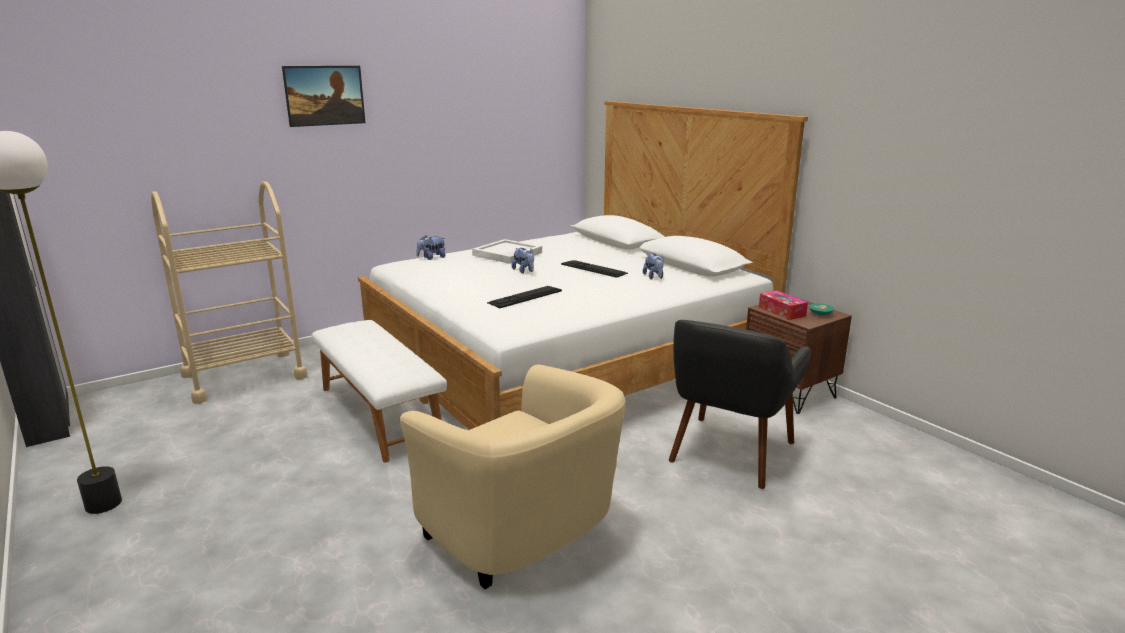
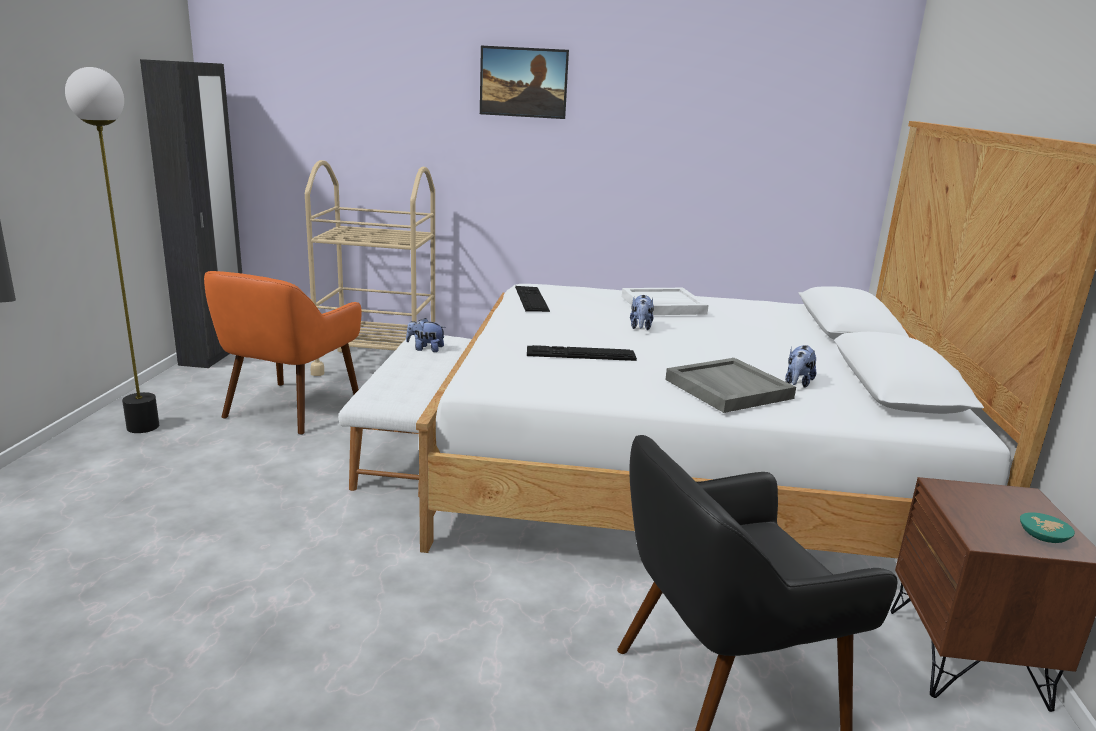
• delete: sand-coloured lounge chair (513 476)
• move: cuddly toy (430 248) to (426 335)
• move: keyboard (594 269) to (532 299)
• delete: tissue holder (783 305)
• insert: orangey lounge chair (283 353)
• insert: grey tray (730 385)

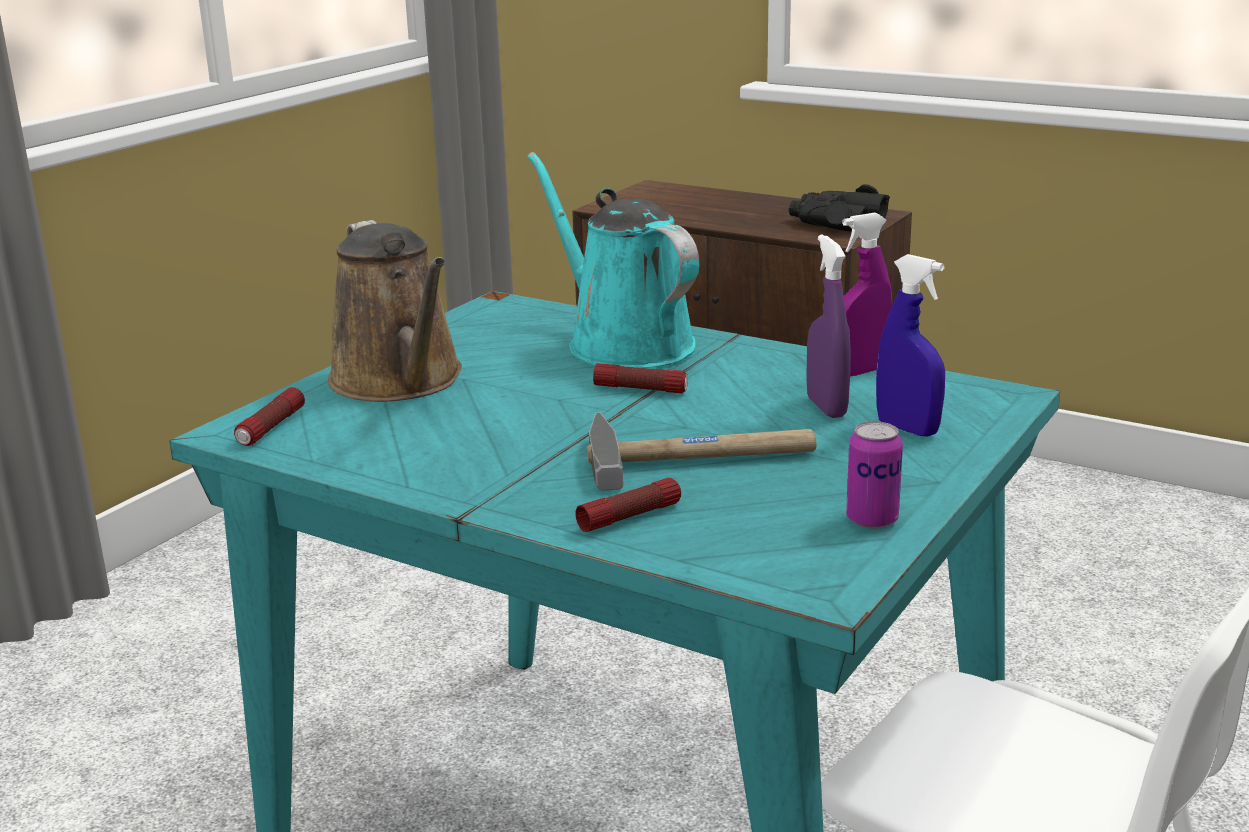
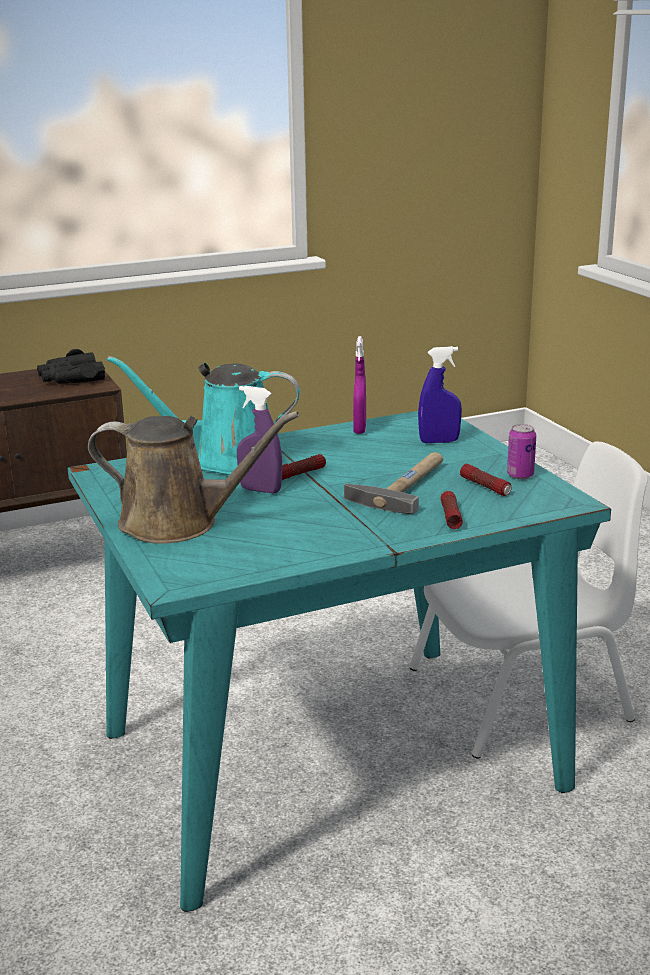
• move: flashlight (269 416) to (486 480)
• move: purplish spray bottle (828 326) to (259 439)

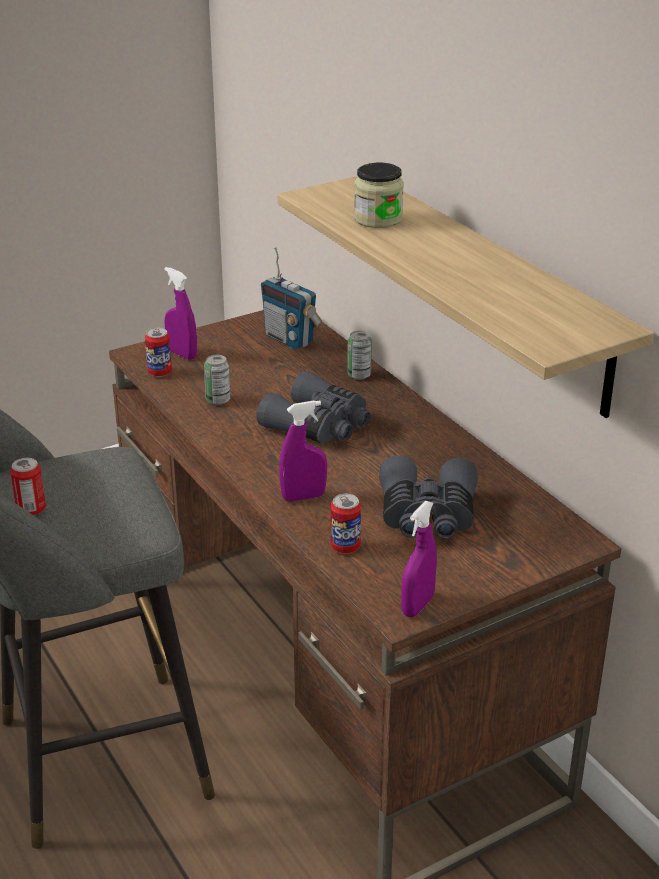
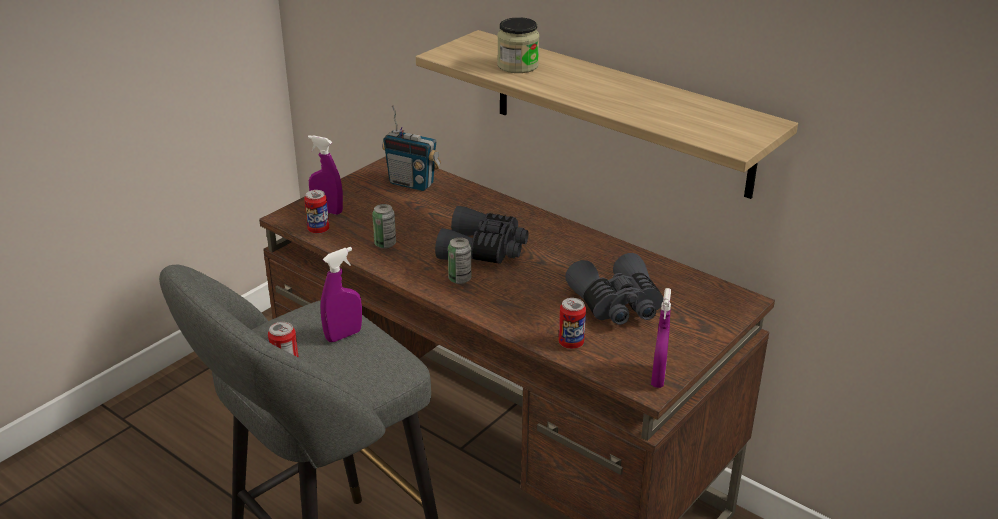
• move: purplish spray bottle (303 451) to (341 294)
• move: can (359 355) to (459 260)

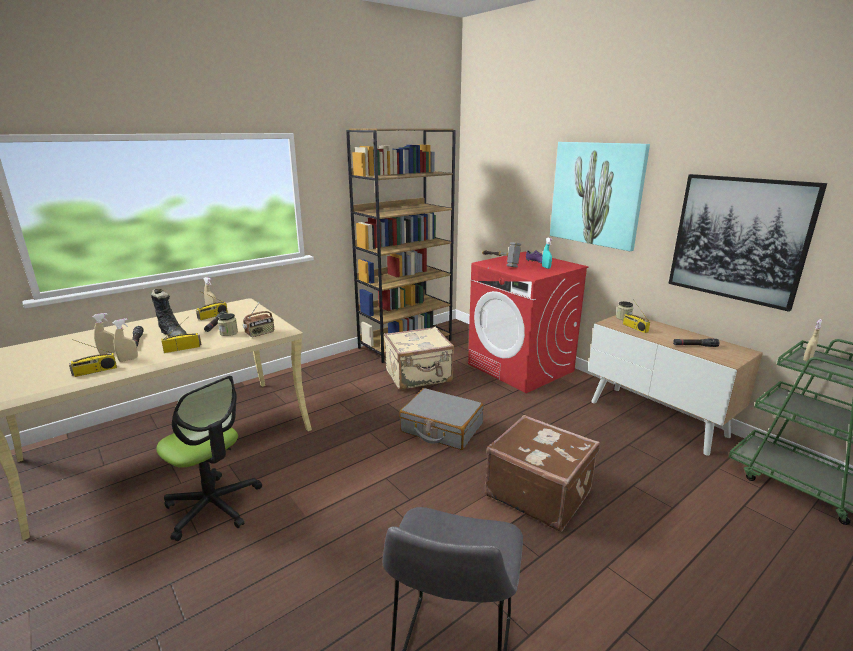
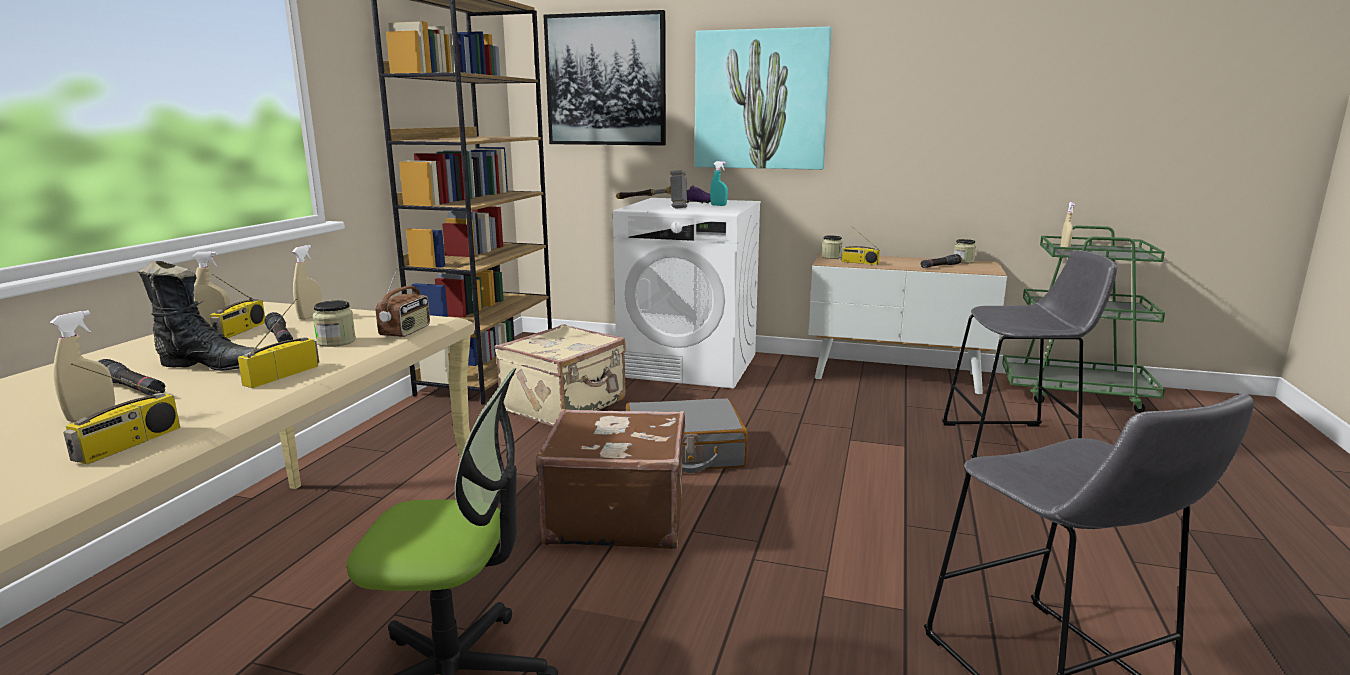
• move: sand-coloured spray bottle (125 340) to (307 282)
• recolor: red washing machine (528 322) to white washing machine (687 293)
• move: brown-coloured travel case (542 473) to (610 479)
• move: picture (747 243) to (604 78)
• insert: grey stool (1029 354)
• insert: storage jar (965 251)

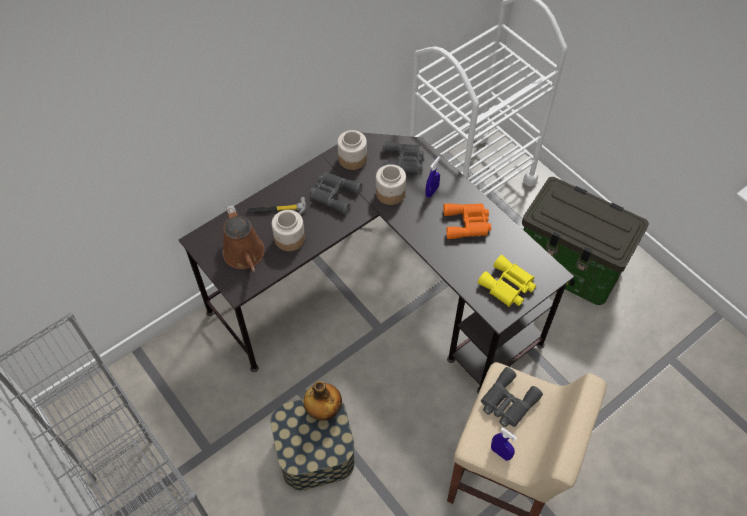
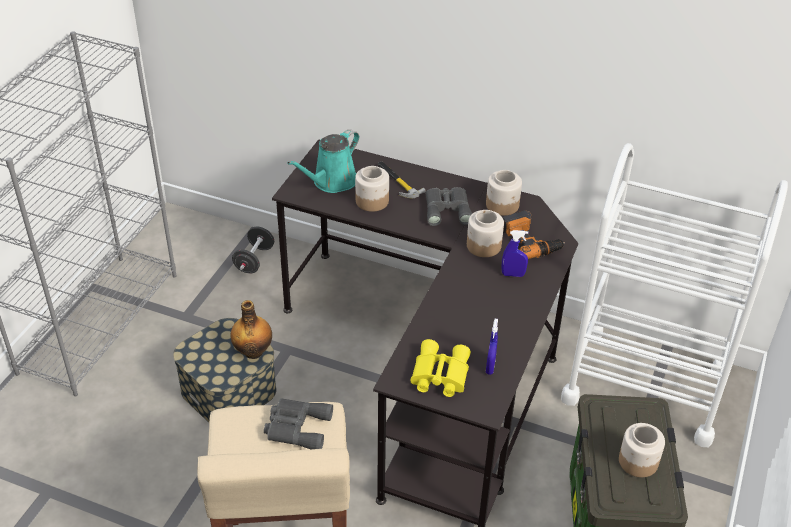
• recolor: brown-coloured sprinkling can (244 238) to turquoise sprinkling can (323 161)
• replace: grey binoculars (402 158) to electric drill (534 234)
• delete: orangey binoculars (467 221)
• move: blue-coloured spray bottle (504 444) to (492 347)
• insert: black dumbbell (253 250)
• insert: storage jar (642 450)

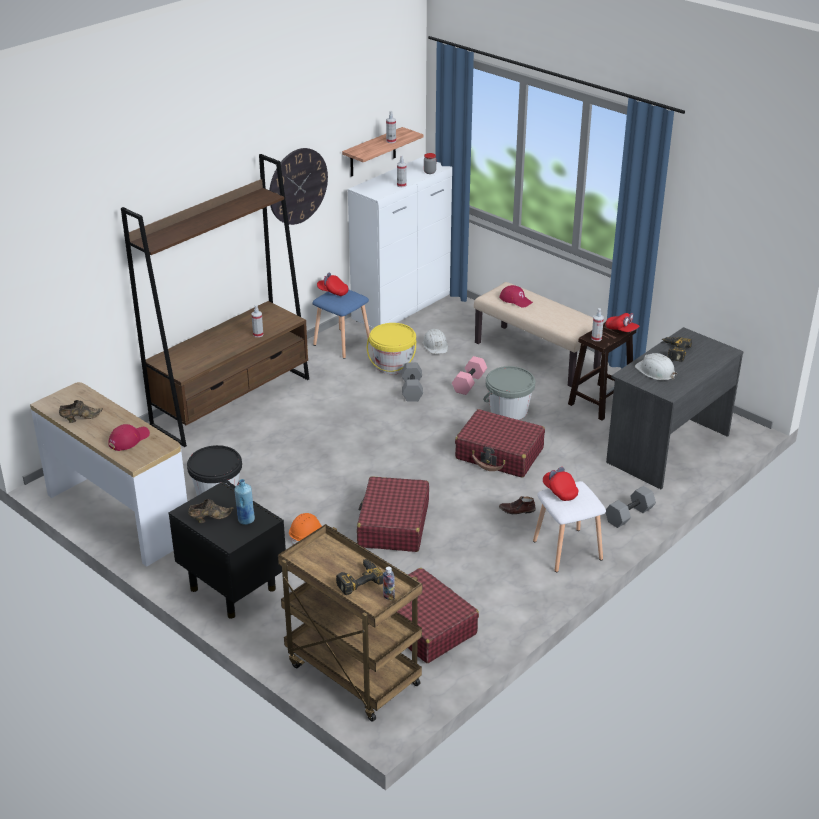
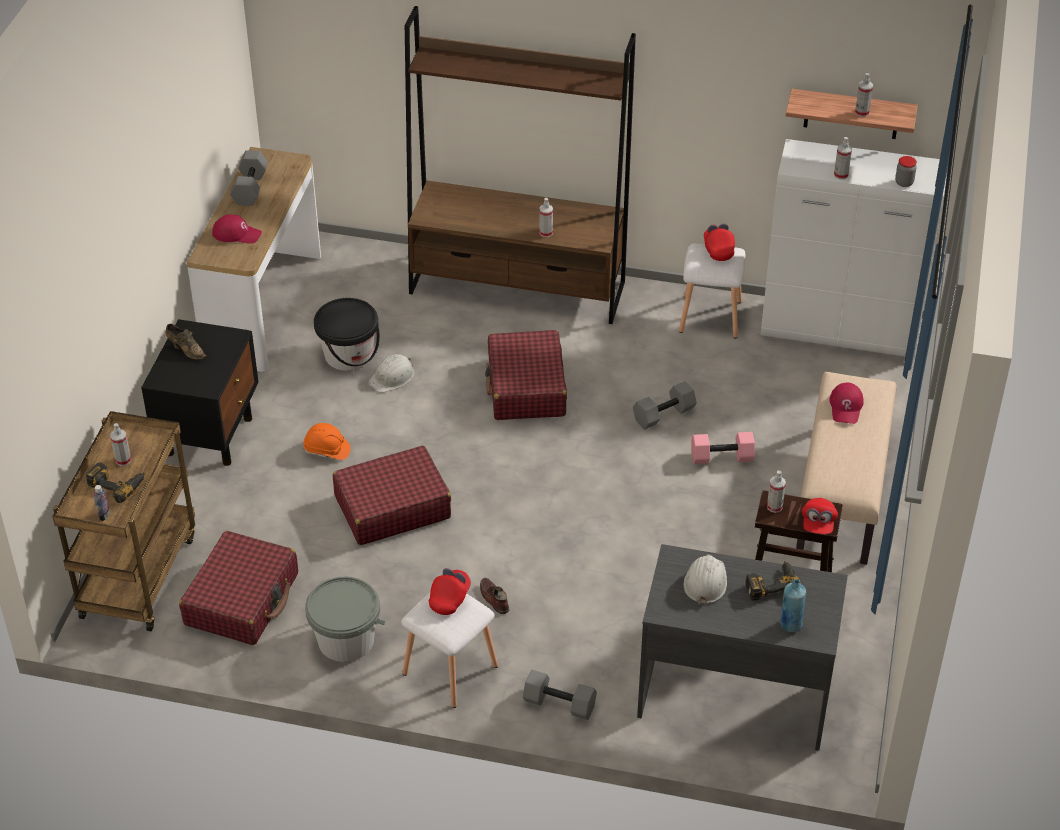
• replace: brown-coloured item of footwear (81 411) to grey dumbbell (249 178)
• move: blue-coloured beverage bottle (244 502) to (793 605)
• delete: clock on the wall (298 186)
• recolor: blue-coloured stool (341 324) to white stool (712 291)
• delete: yellowish water bucket (391 348)
• move: white safety helmet (435 341) to (391 373)
• move: red travel case (500 443) to (526 375)
• move: grey water bucket (509 393) to (345 619)
• insert: spray bottle (120 444)

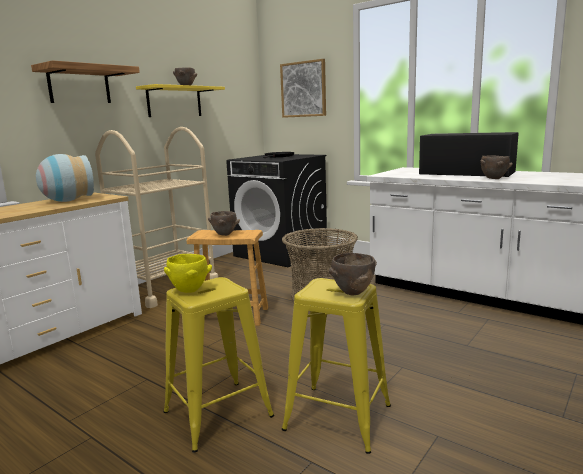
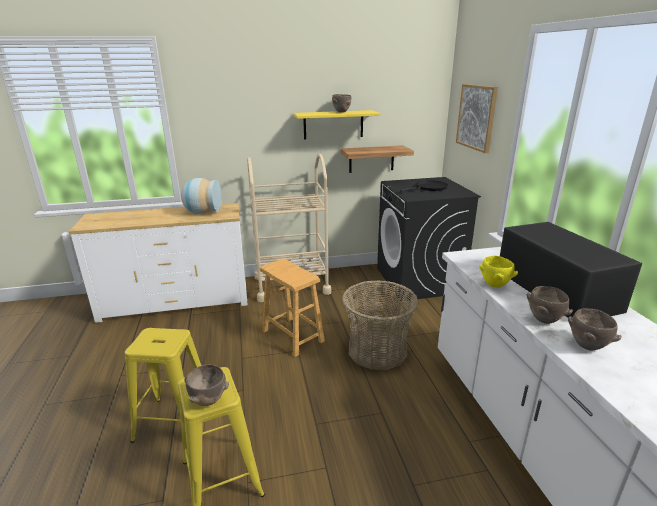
• move: shelf (85 81) to (377 159)
• move: yellowish serving bowl (188 273) to (498 272)
• move: brown-coloured serving bowl (224 223) to (595 330)

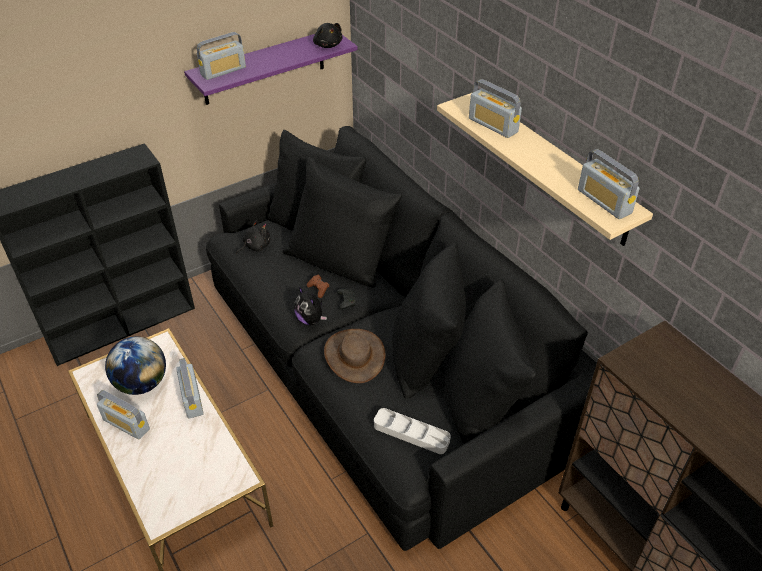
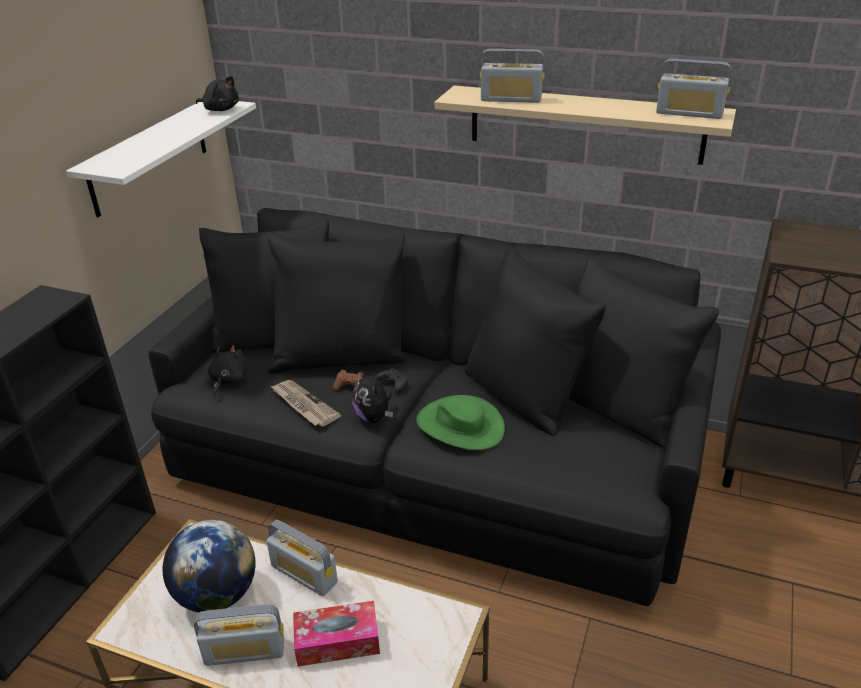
• recolor: purplish shelf (271 69) to white shelf (161 159)
• delete: radio set (221 56)
• rotate: cuddly toy (310 306) = (372 396) 45 degrees clockwise
• recolor: brown-coloured clothing hat (354 356) to greenish clothing hat (460 422)
• delete: grey tray (412 431)
• insert: newspaper (305 403)
• insert: tissue holder (336 634)

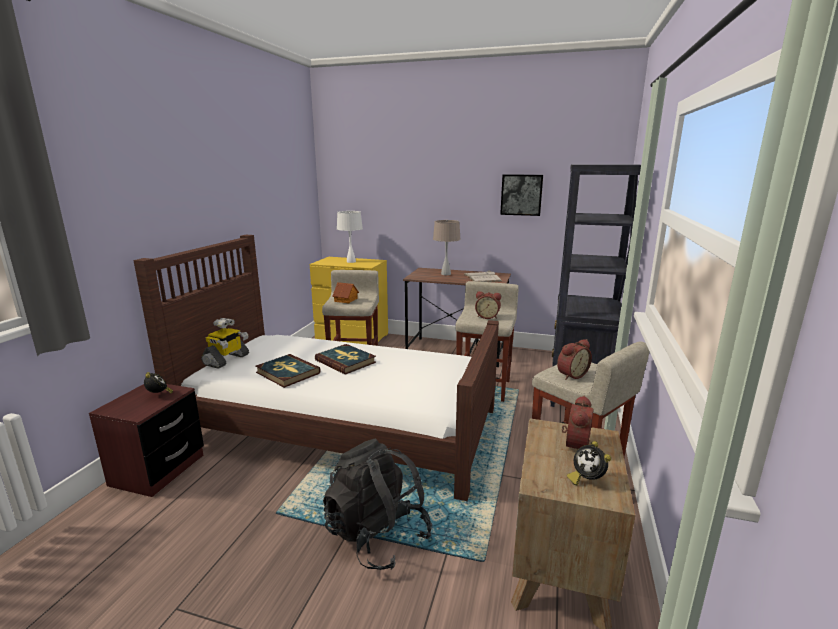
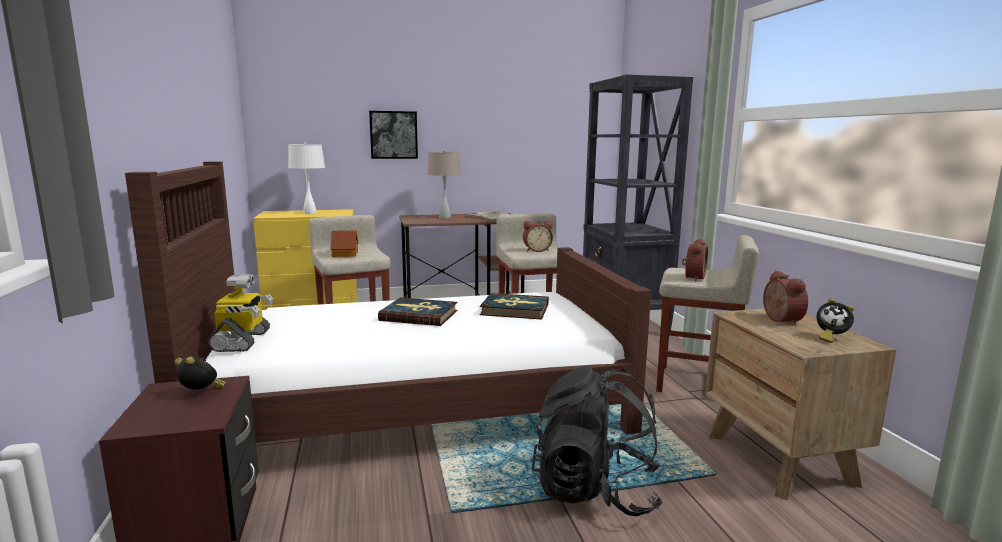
• move: volume (287 371) to (514 306)
• move: picture (521 195) to (393 135)

